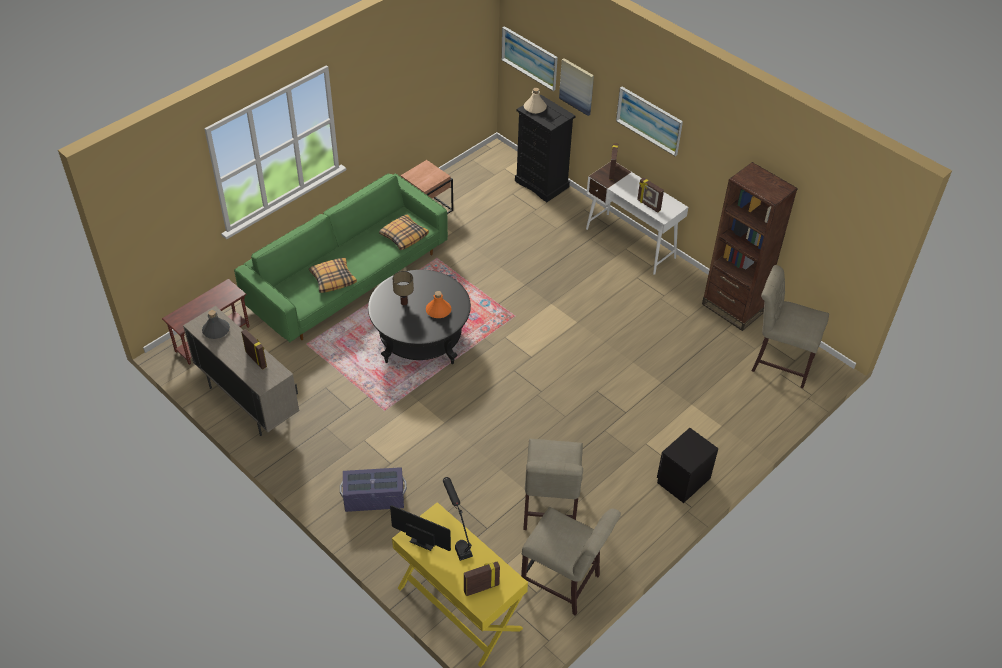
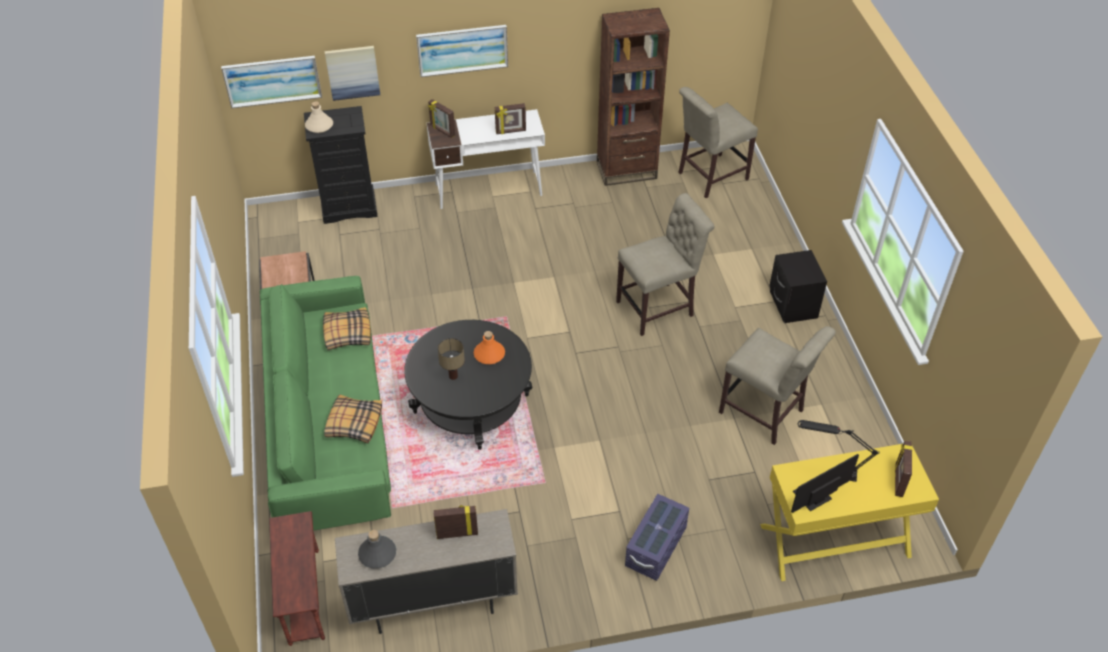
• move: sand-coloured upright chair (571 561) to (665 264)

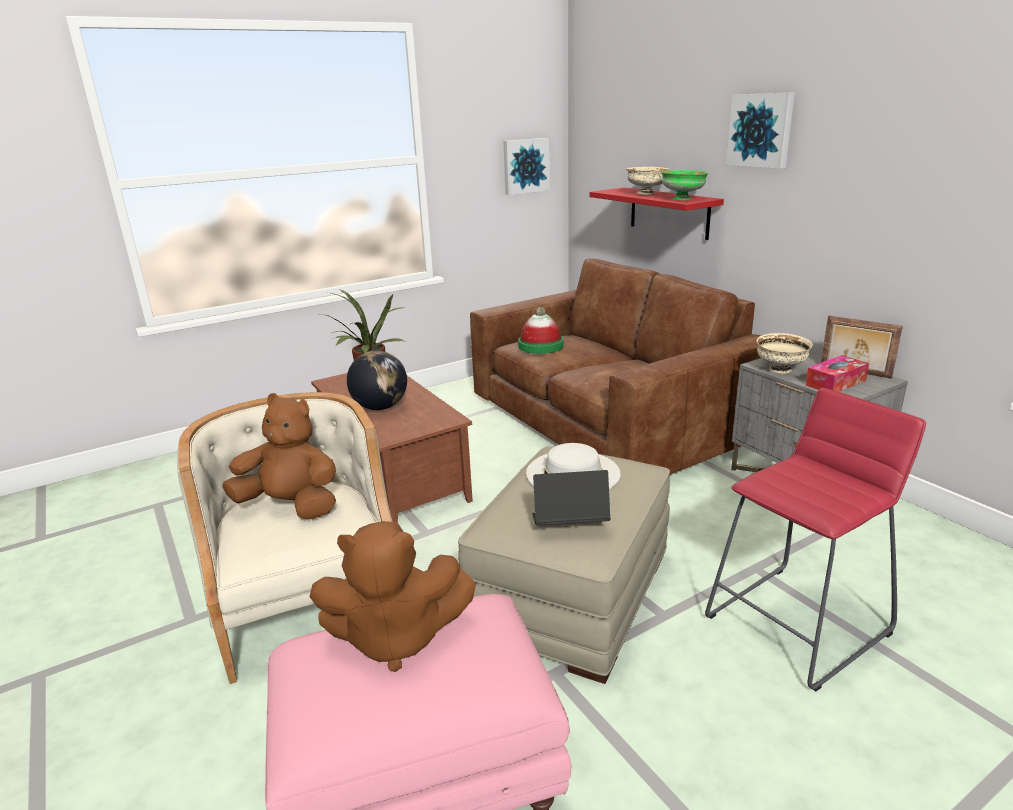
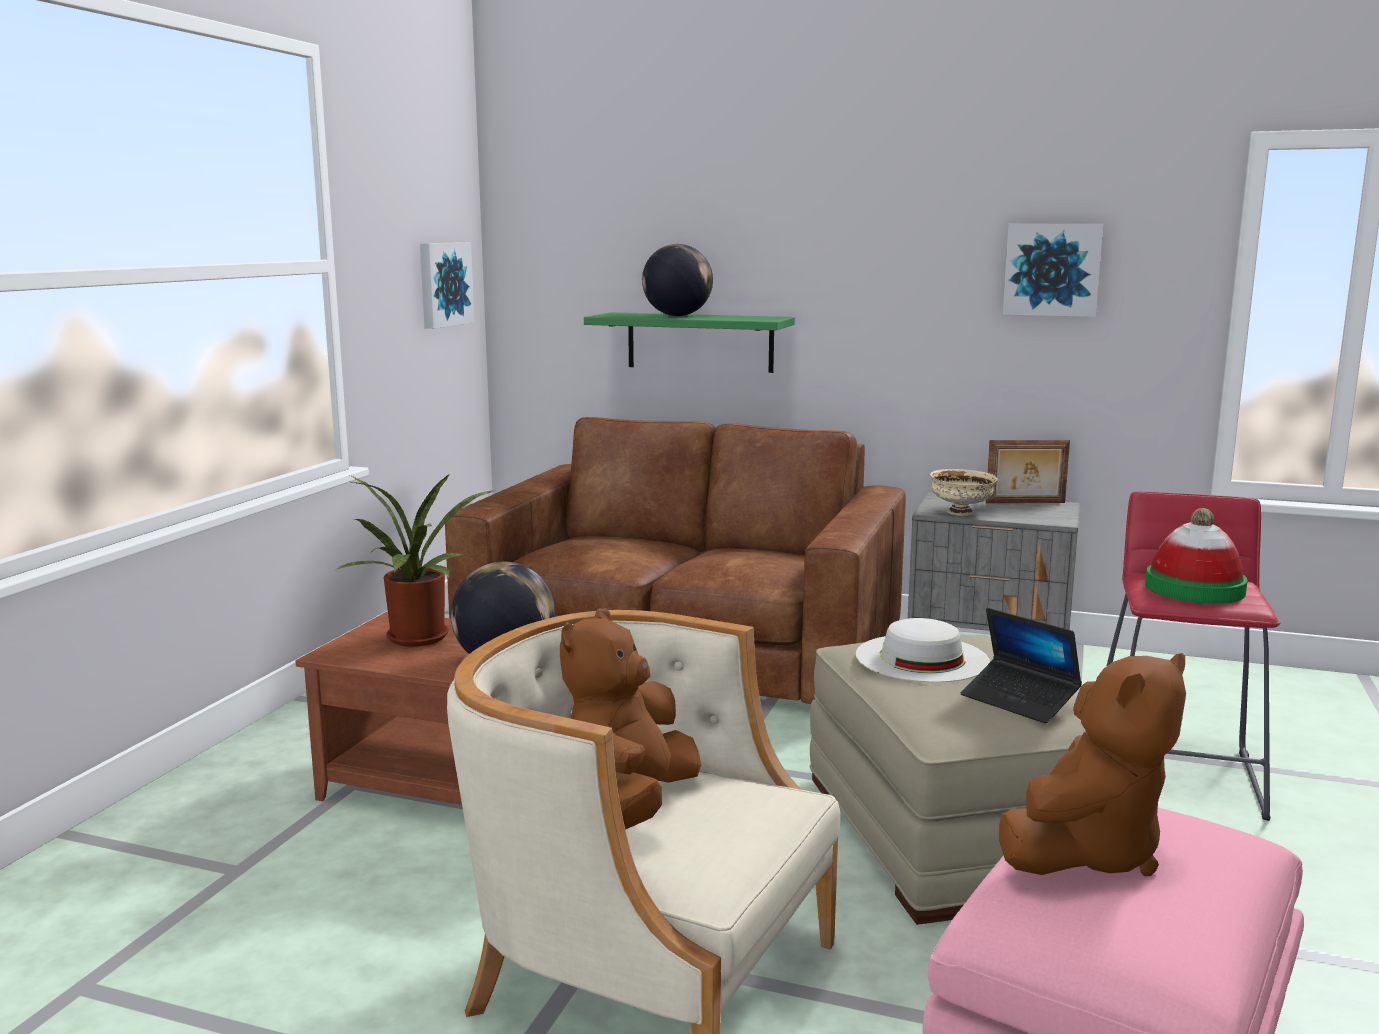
• rotate: brown-coloured cuddly toy (279 456) = (630 719) 45 degrees counterclockwise
• move: clothing hat (541 330) to (1196 556)
• rotate: laptop (571 498) = (1021 666) 90 degrees counterclockwise
• recolor: red shelf (656 213) to greenish shelf (689 342)
• replace: sand-coloured serving bowl (648 181) to world globe (677 280)
• delete: greenish serving bowl (685 185)
• move: picture (760 130) to (1053 270)
• delete: tissue holder (837 373)

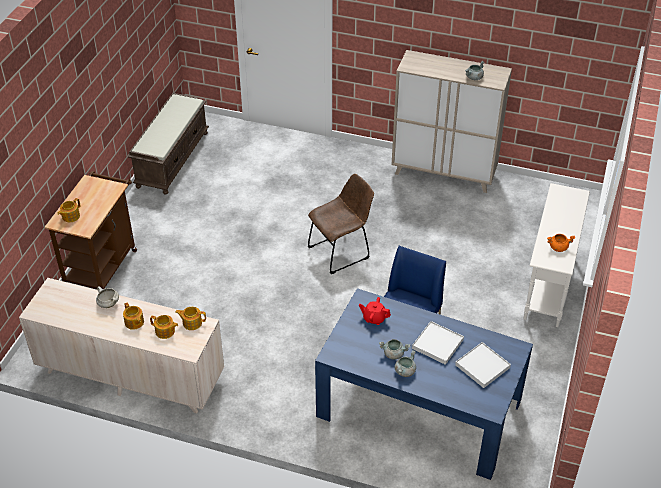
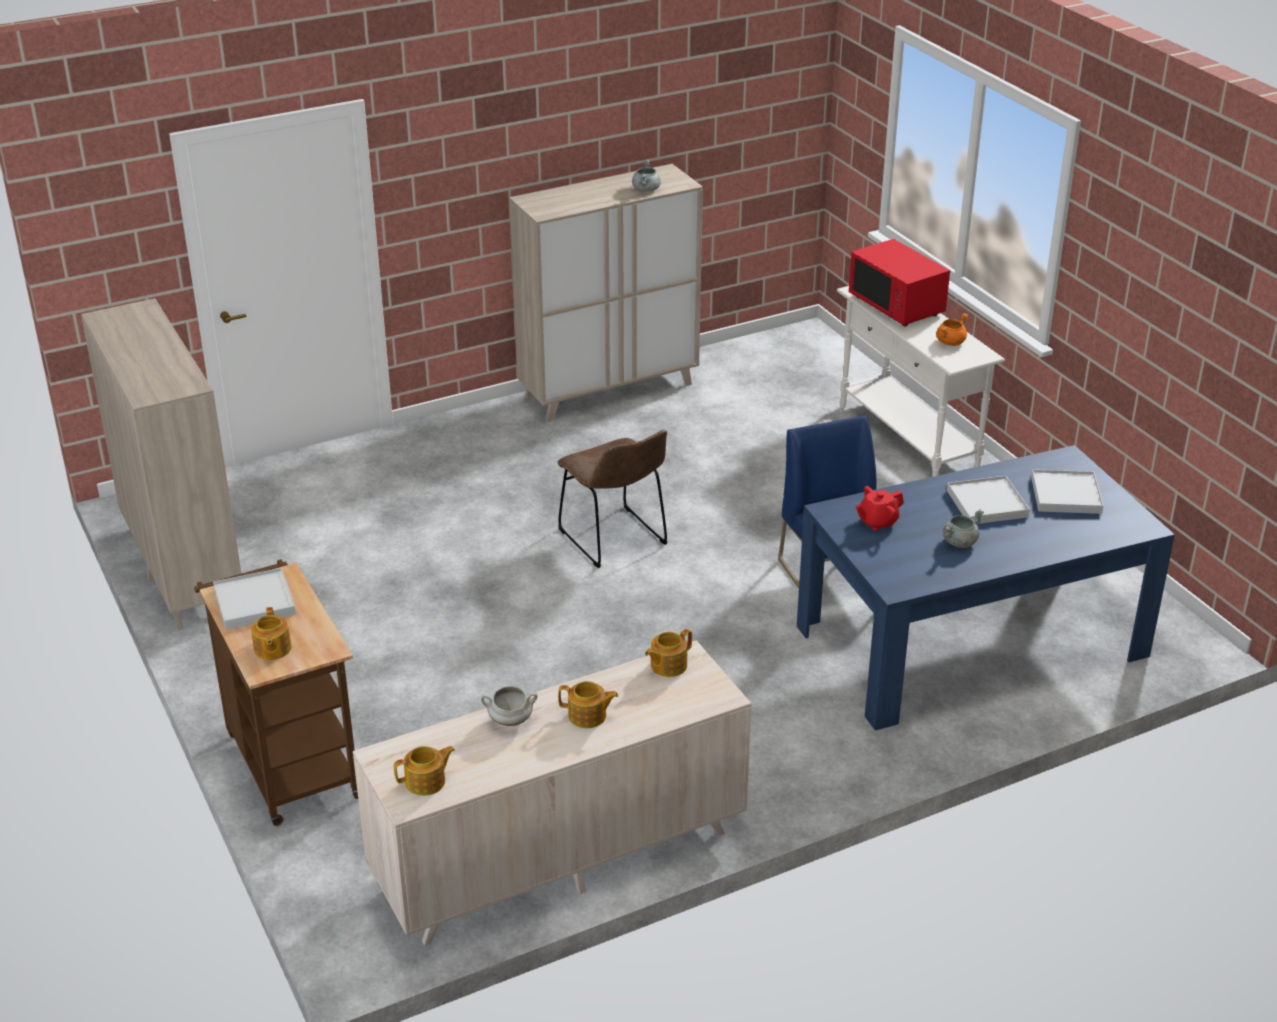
• replace: brown-coloured bench (168 144) to sand-coloured storage cabinet (161 464)
• move: pot for tea (164 327) to (424 771)
• rotate: brown-coloured upright chair (341 224) = (612 499) 135 degrees clockwise
• delete: grey saucepot (405 363)
• insert: white tray (254 598)
• insert: red microwave (899 282)

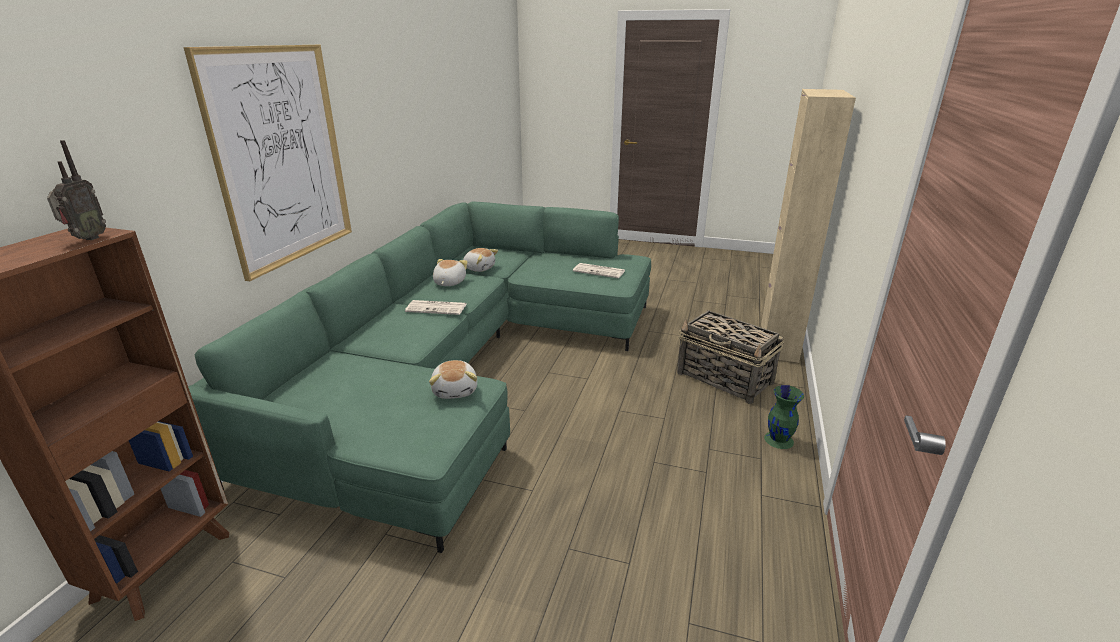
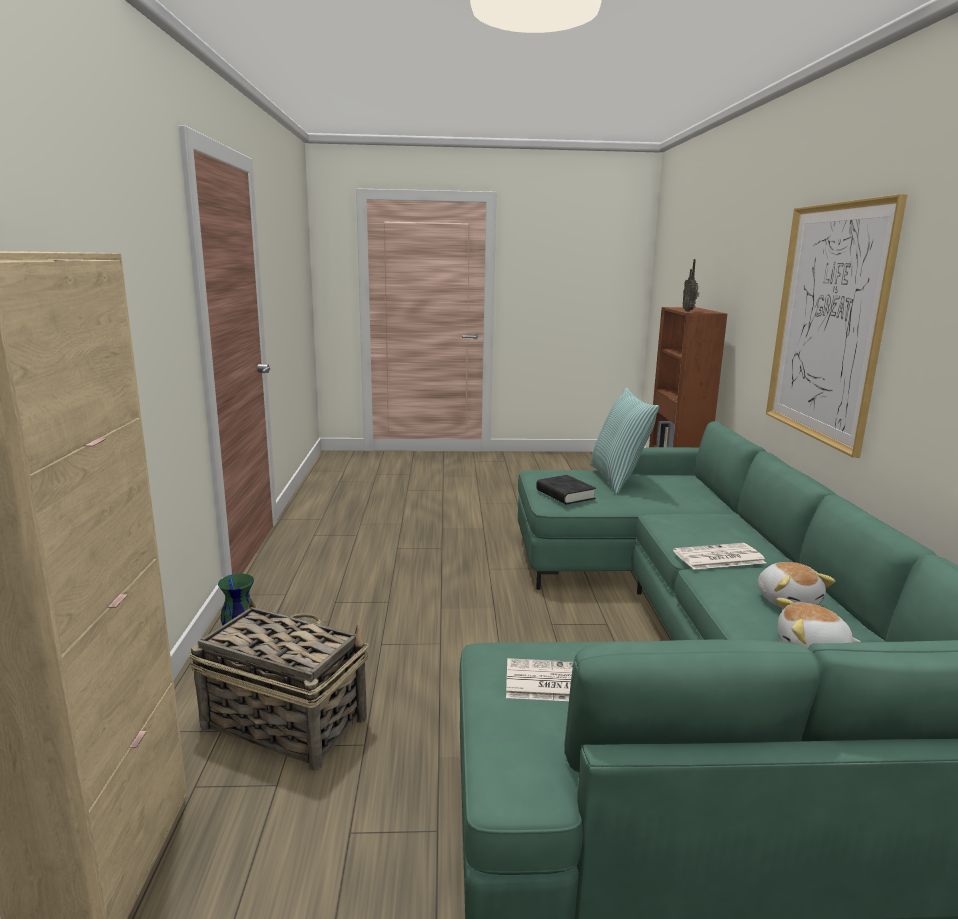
• replace: cuddly toy (453 379) to black volume (566 489)
• insert: cushion (624 441)

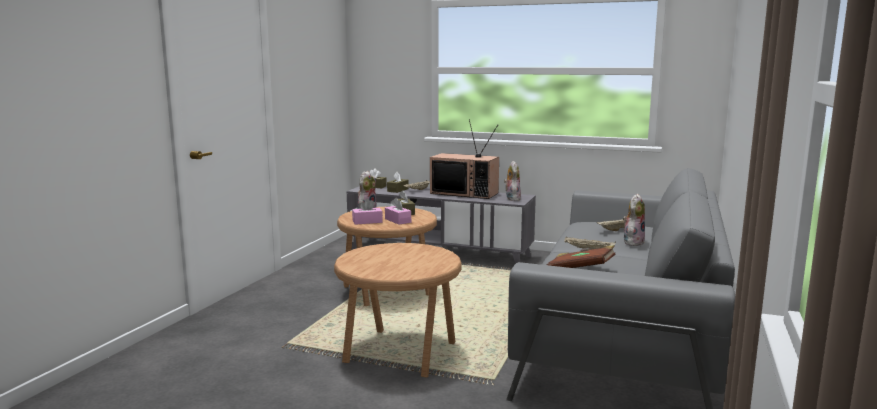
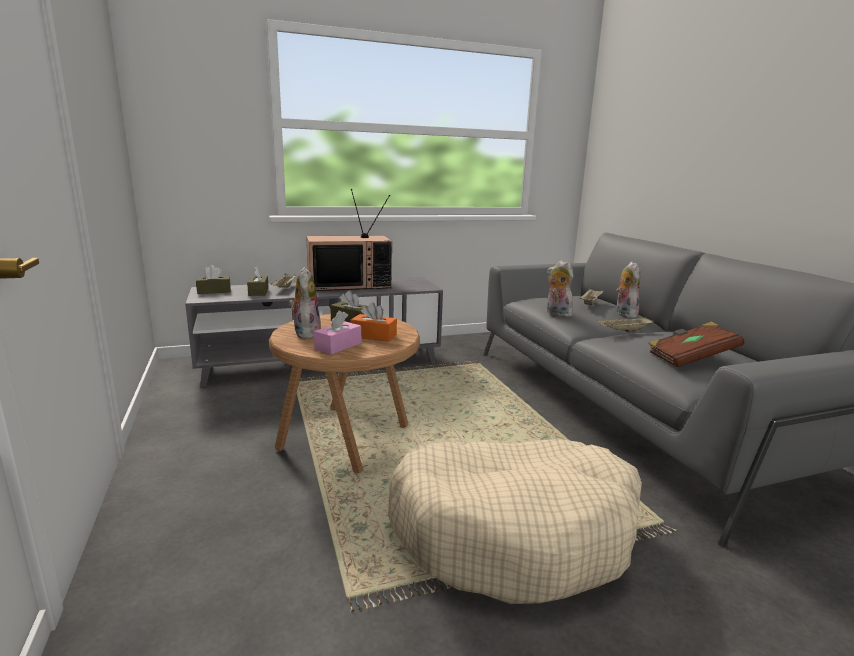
• replace: brown-coloured accent table (398 310) to sand-coloured dog cushion (515 521)
• recolor: pinkish tissue holder (398 211) to orangey tissue holder (374 322)
• move: cuddly toy (512 181) to (560 289)

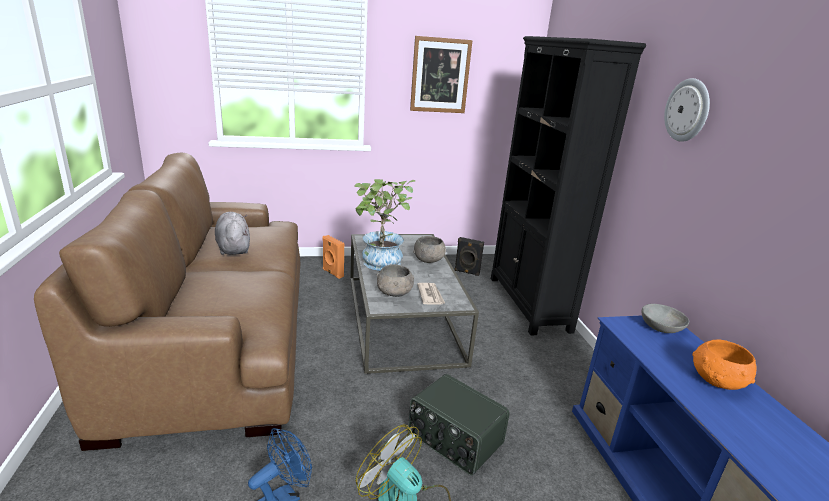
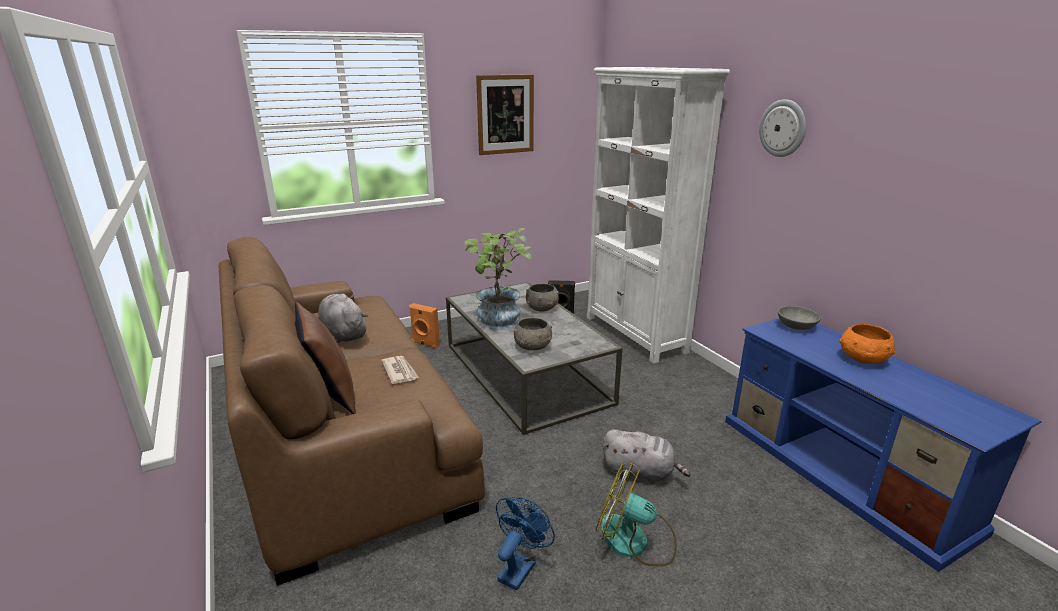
• replace: radio set (459 424) to grey cuddly toy (646 456)
• move: newspaper (431 294) to (400 370)
• recolor: black bookcase (568 186) to white bookcase (658 215)
• insert: brown-coloured cushion (325 358)

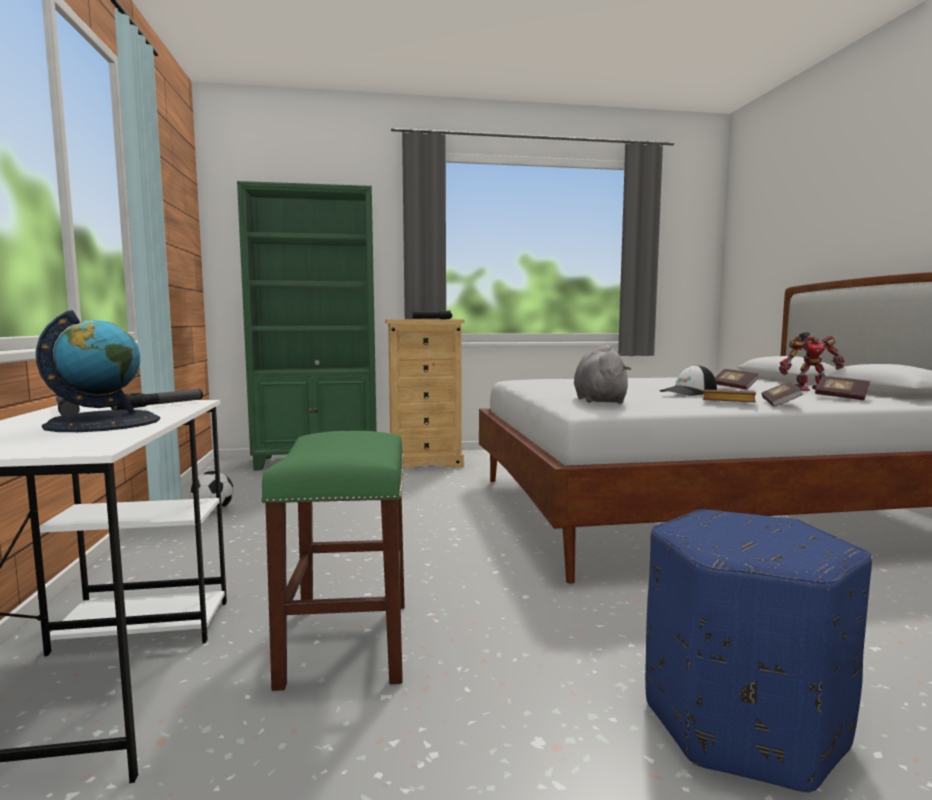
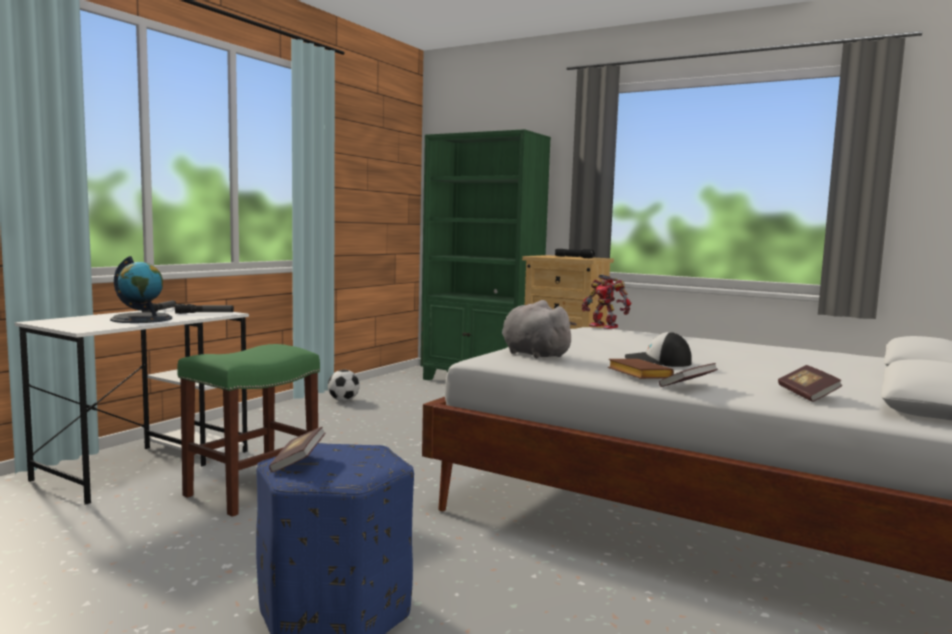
• rotate: grey cuddly toy (602 374) = (539 329) 75 degrees counterclockwise
• move: volume (737 379) to (297 449)
• move: model robot (812 361) to (606 302)

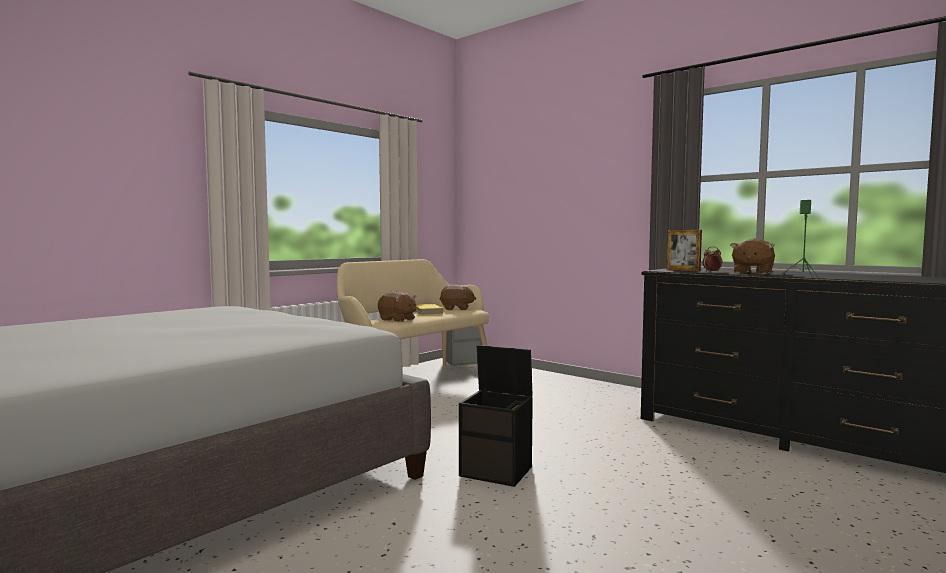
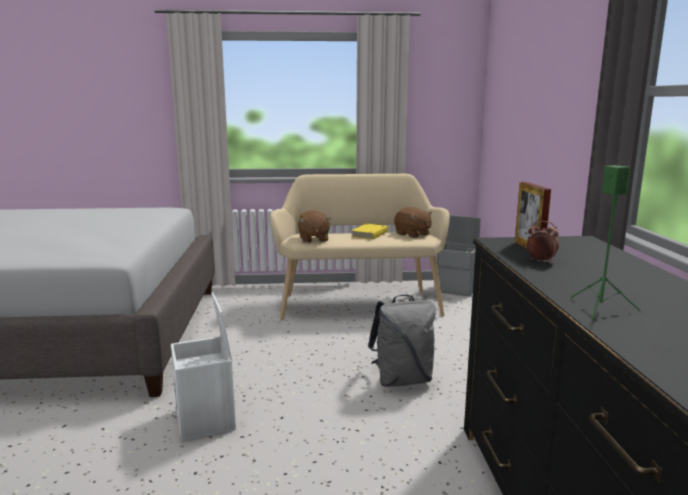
• recolor: black storage box (496 416) to white storage box (203 366)
• delete: brown-coloured cuddly toy (752 256)
• insert: grey rucksack (402 340)

